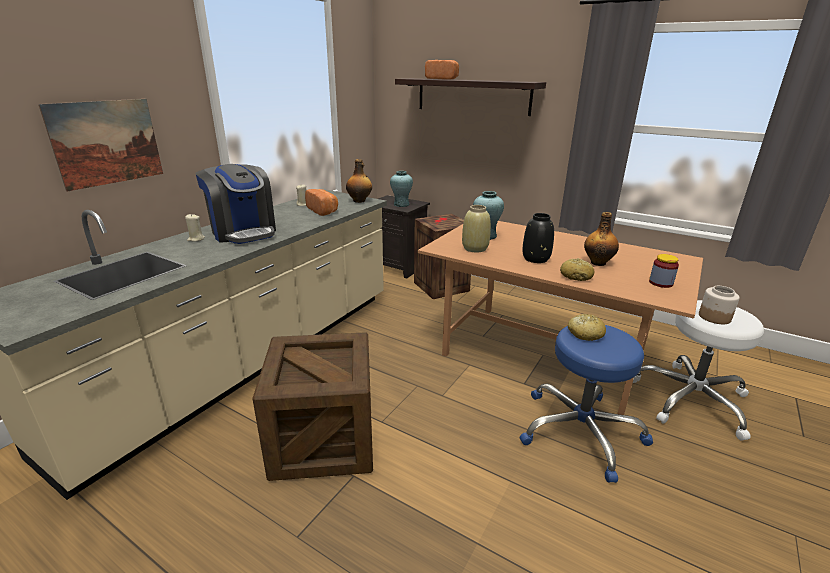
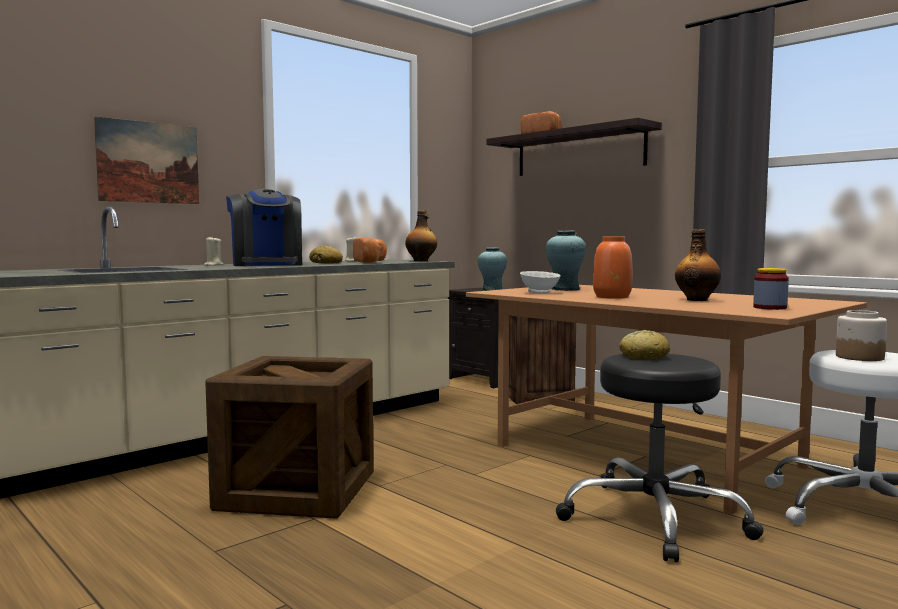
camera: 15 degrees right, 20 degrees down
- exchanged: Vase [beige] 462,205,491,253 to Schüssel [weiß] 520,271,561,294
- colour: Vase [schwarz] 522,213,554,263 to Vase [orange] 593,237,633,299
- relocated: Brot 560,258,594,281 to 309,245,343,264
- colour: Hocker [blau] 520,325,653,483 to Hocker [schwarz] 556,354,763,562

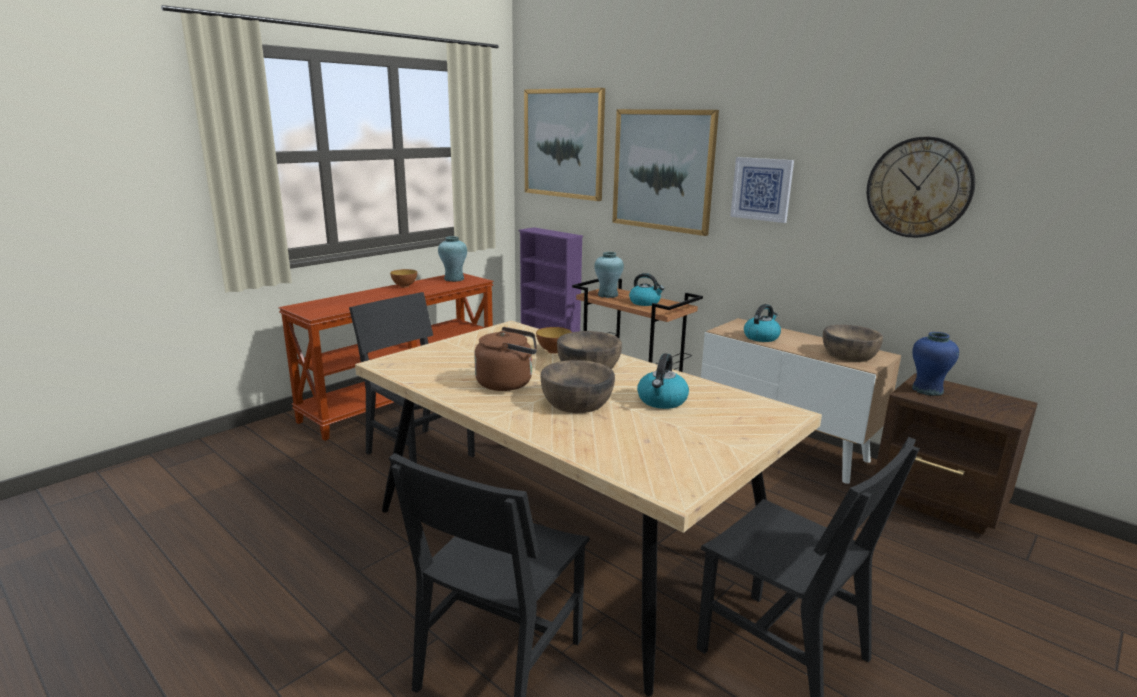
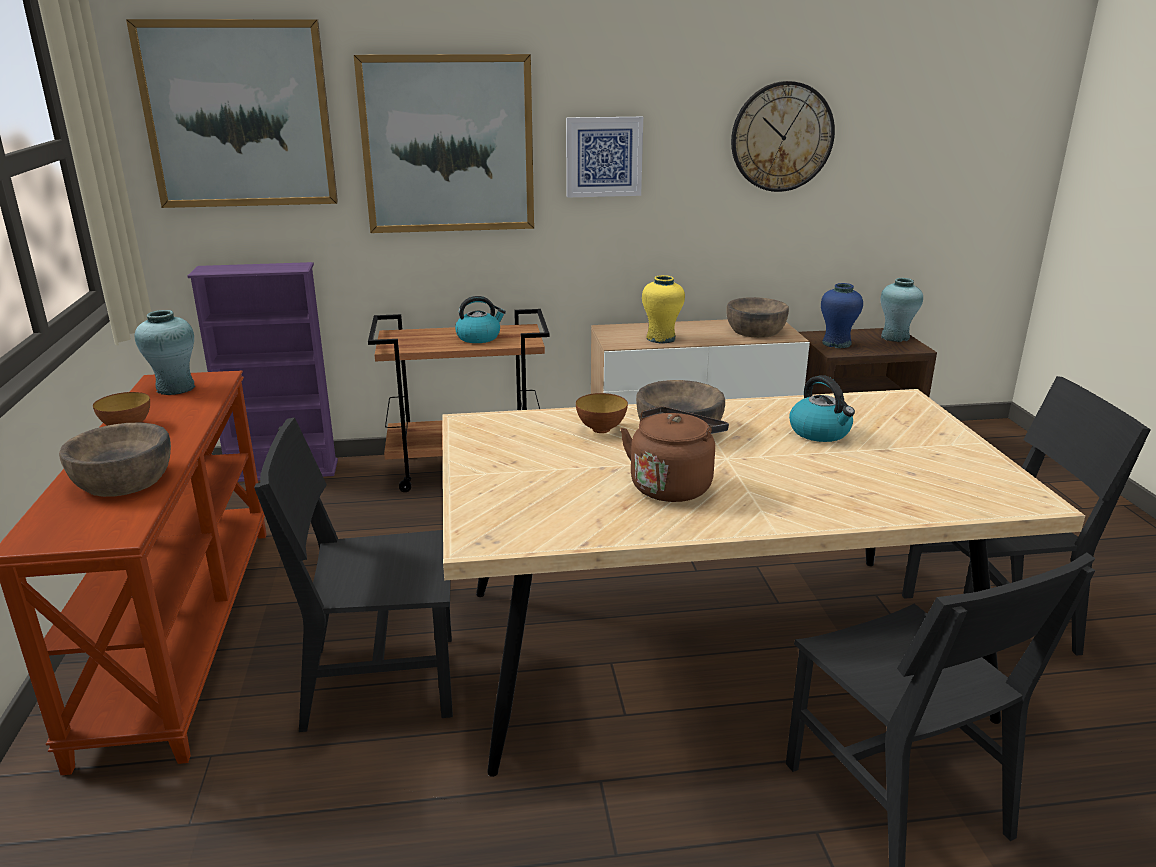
camera: 50 degrees left, 5 degrees up
- relocated: Vase [türkis] 594,252,624,298 to 881,278,923,342
- exchanged: Wasserkessel 744,304,781,342 to Vase [gelb] 642,275,685,343
- relocated: Schüssel [braun] 540,360,615,413 to 59,423,171,497

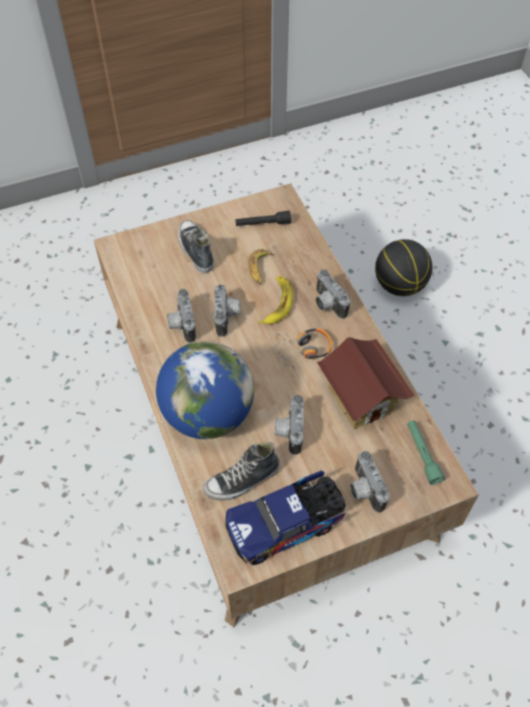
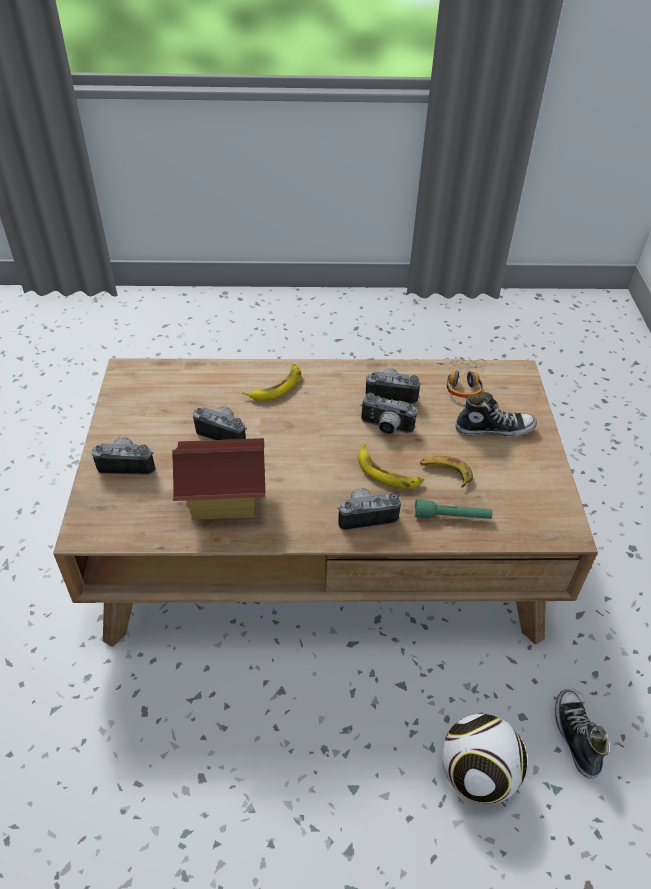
camera: 110 degrees right, 10 degrees down
- missing: Taschenlampe [schwarz] 235,210,291,226
- exchanged: Basketball 375,239,432,296 to Fußball 442,714,527,804
- relocated: Kopfhörer 270,328,332,370 to 437,357,487,398
- exchanged: Globus 156,341,254,439 to Banane 242,363,301,401
- relocated: Taschenlampe [grün] 407,421,445,485 to 415,499,492,519
- relocated: Schuh 203,442,280,500 to 555,689,609,779
- missing: Spielzeuglaster 225,471,346,565

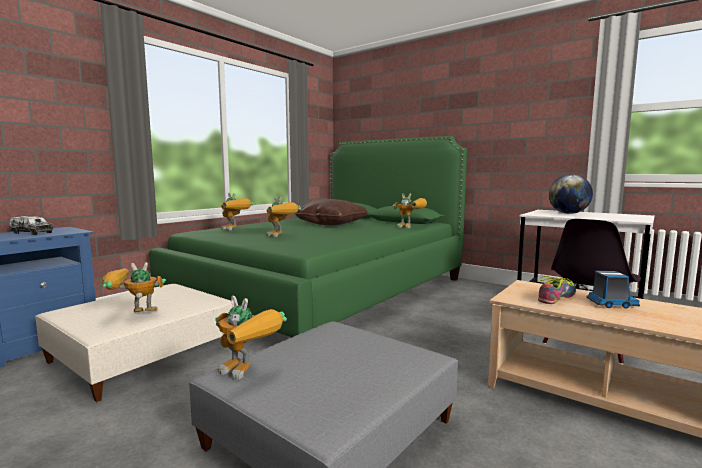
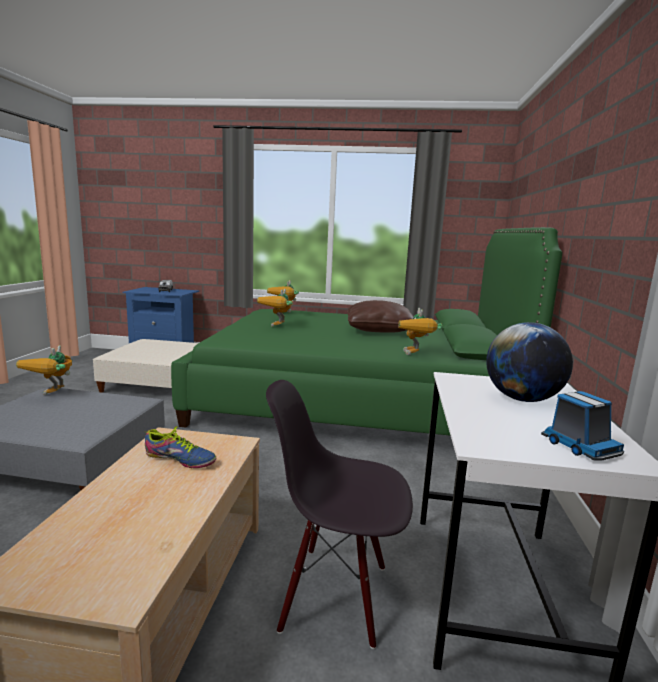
camera: 60 degrees right, 5 degrees up
- missing: Spielzeugroboter 102,262,166,312
- relocated: Spielzeuglaster 586,271,640,309 to 541,391,624,461

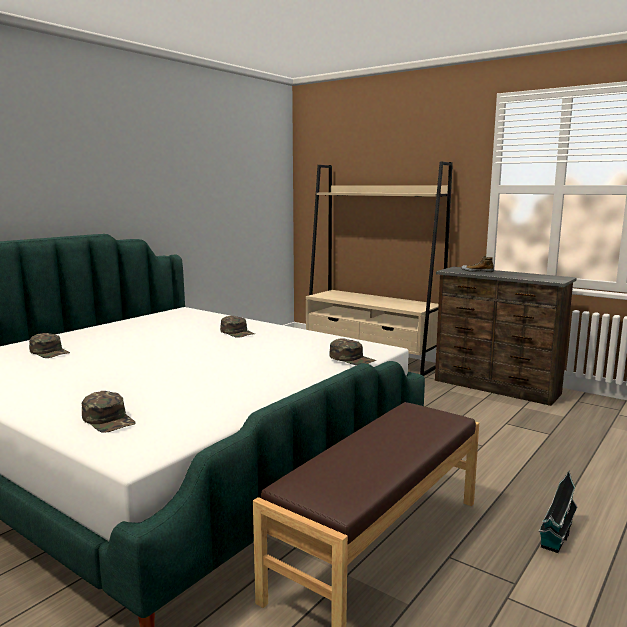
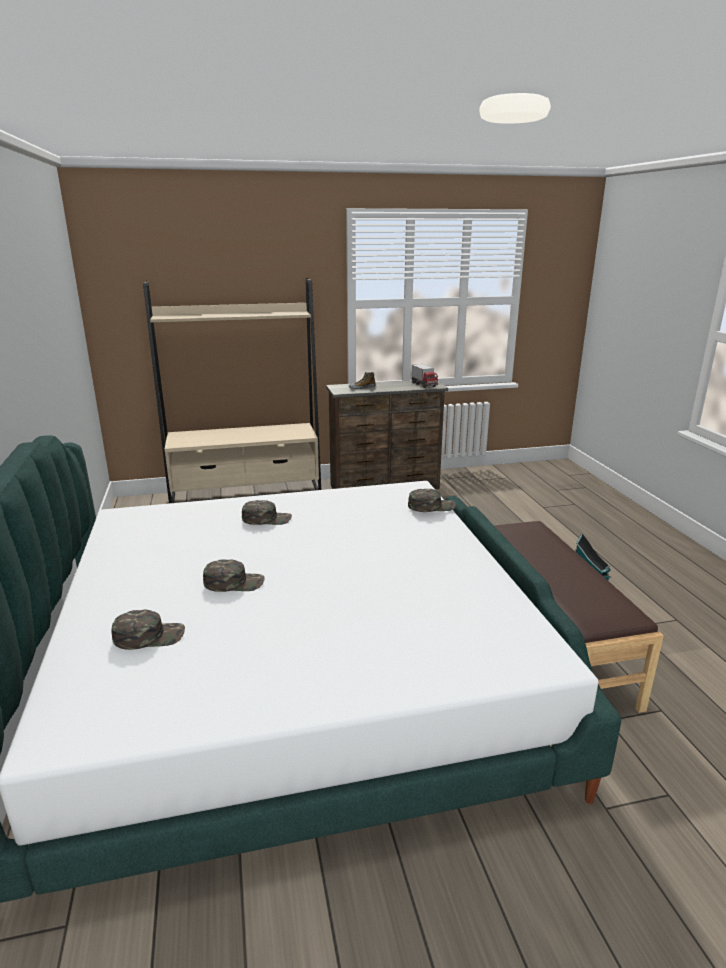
camera: 50 degrees left, 10 degrees up
- relocated: Kappe [grün] 82,391,136,433 to 203,559,265,592
- appeared: Spielzeuglaster 412,364,438,388

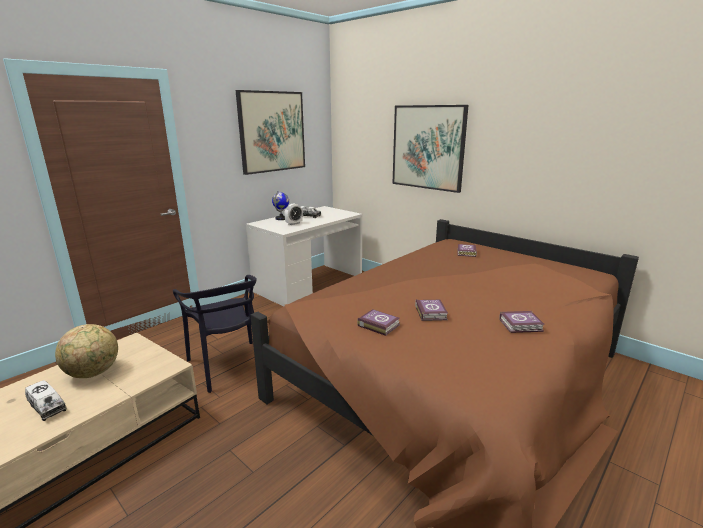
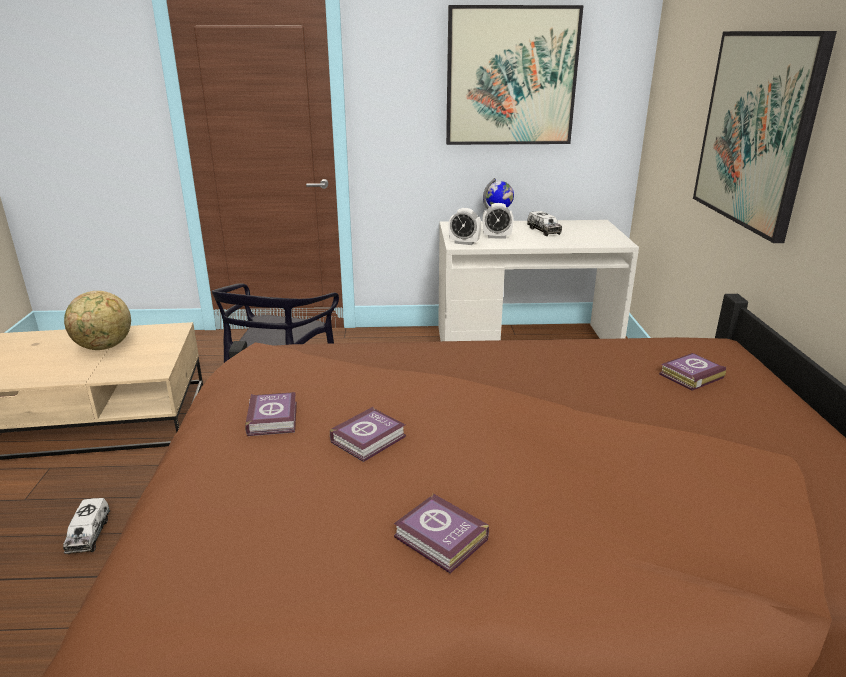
camera: 45 degrees right, 5 degrees up
- relocated: Spielzeuglaster 25,380,66,421 to 63,498,110,554
- appeared: Wecker 448,208,481,245

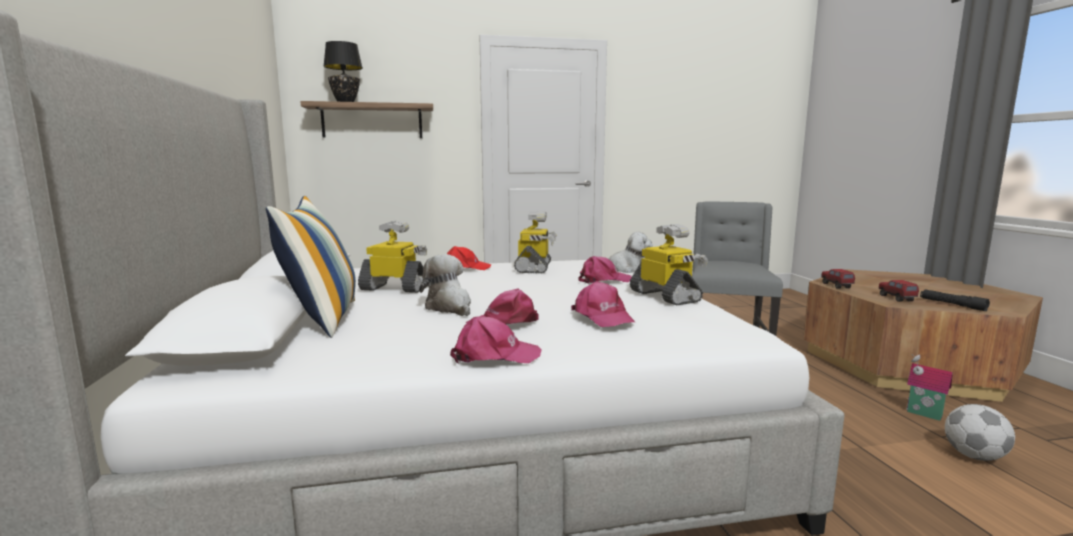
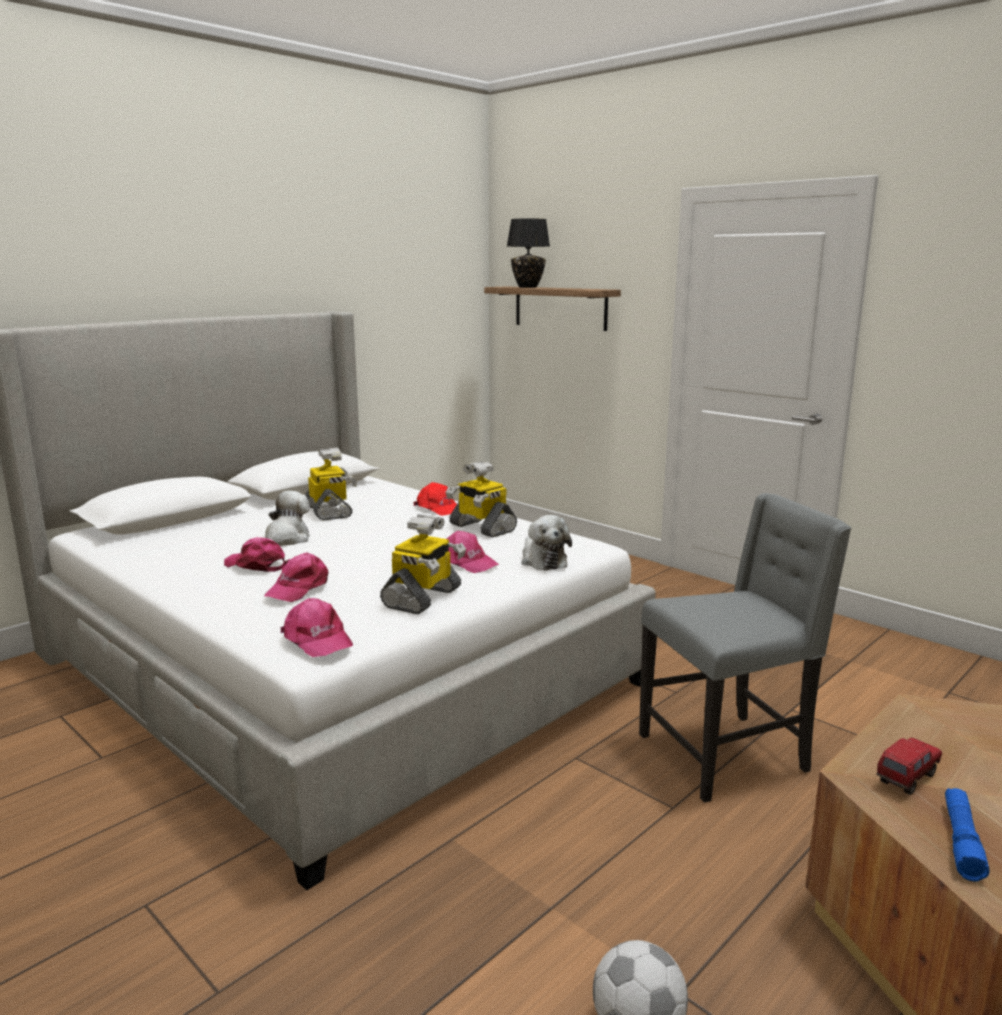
camera: 55 degrees right, 5 degrees up
- missing: Kissen 266,196,356,338
- spun: Spielzeugroboter 514,211,557,273 = 446,461,517,538 75 degrees clockwise
- missing: Spielzeuglaster 822,269,855,288
- colour: Taschenlampe [schwarz] 920,289,990,311 to Taschenlampe [blau] 945,788,990,881
- relocated: Kappe [rosa] 450,317,542,364 to 280,598,353,657
- missing: Spielzeughaus 906,354,953,421

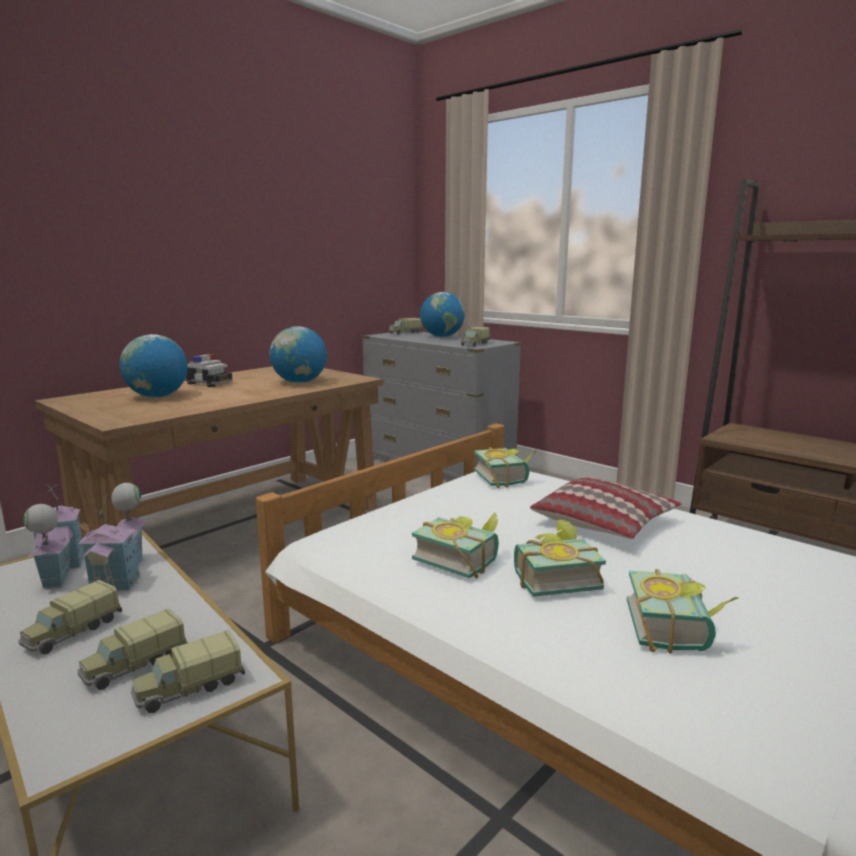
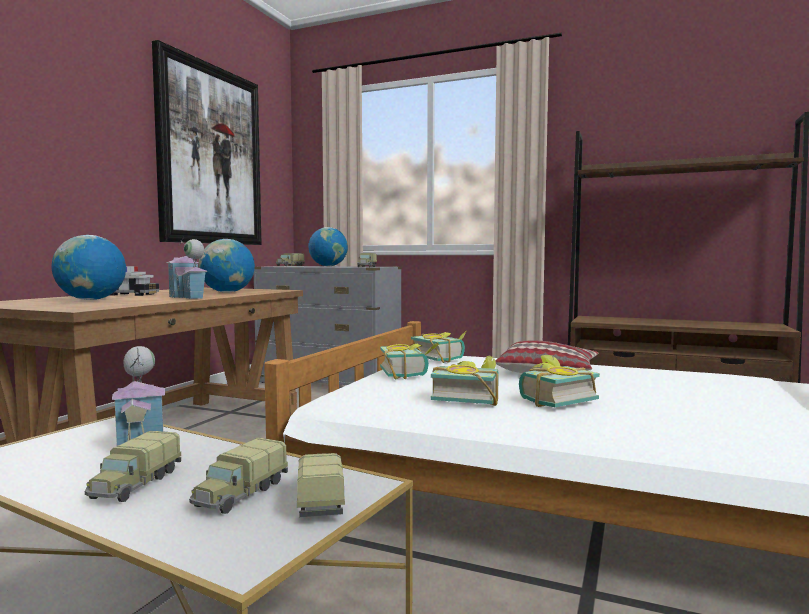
camera: 20 degrees left, 10 degrees down
- relocated: Spielzeughaus 23,484,85,589 to 166,237,207,299
- relocated: Buch 627,569,738,654 to 380,343,439,379
- spun: Spielzeuglaster 131,630,245,713 = 297,453,345,517 135 degrees clockwise
- appeared: Bild 152,40,262,245

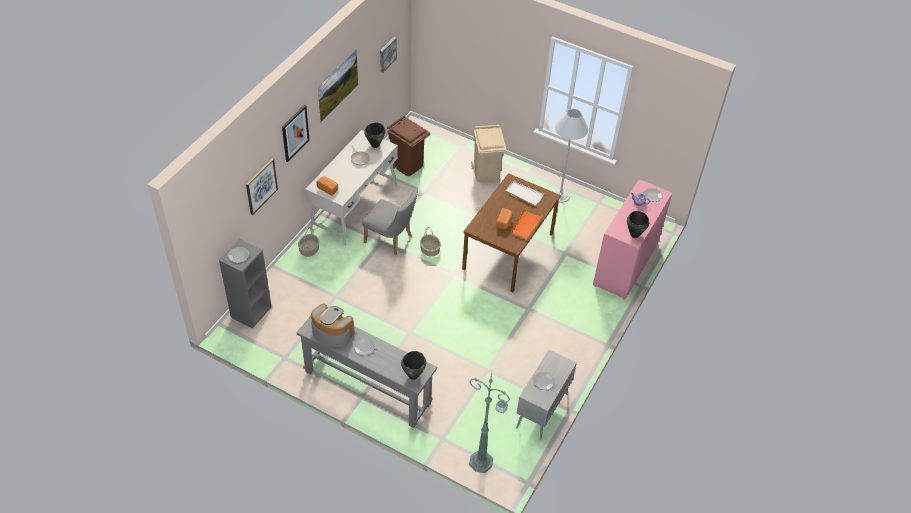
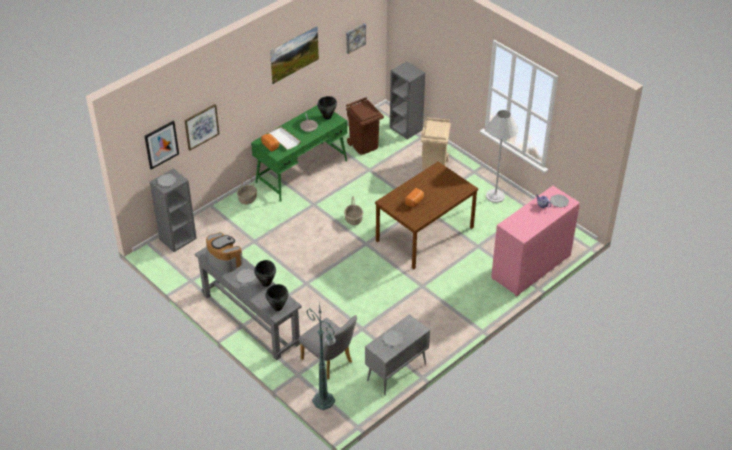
camera: 20 degrees right, 5 degrees down
- relocated: Bild 282,105,310,162 to 144,121,179,170
- colour: Schreibtisch [weiß] 305,130,398,246 to Schreibtisch [grün] 251,105,348,202
- relocated: Tablett [weiß] 505,181,544,206 to 269,127,301,149
- relocated: Stuhl [grau] 362,189,418,255 to 299,315,357,379
- missing: Tablett [orange] 511,209,542,240
- relocated: Kochtopf [schwarz] 627,211,649,238 to 254,260,276,287
- appeared: Bücherregal [grau] 390,61,425,139

